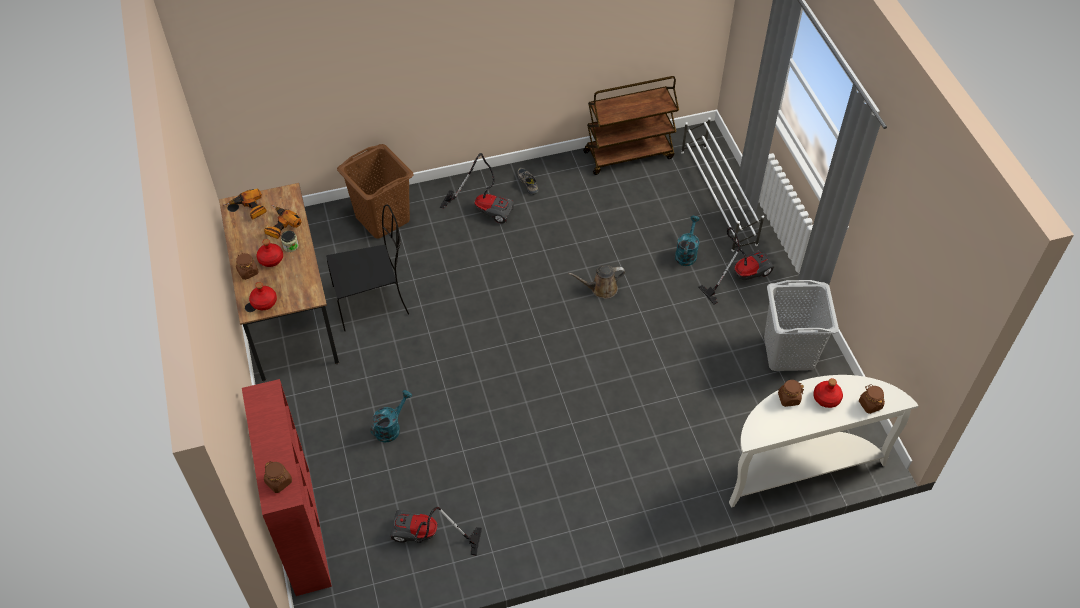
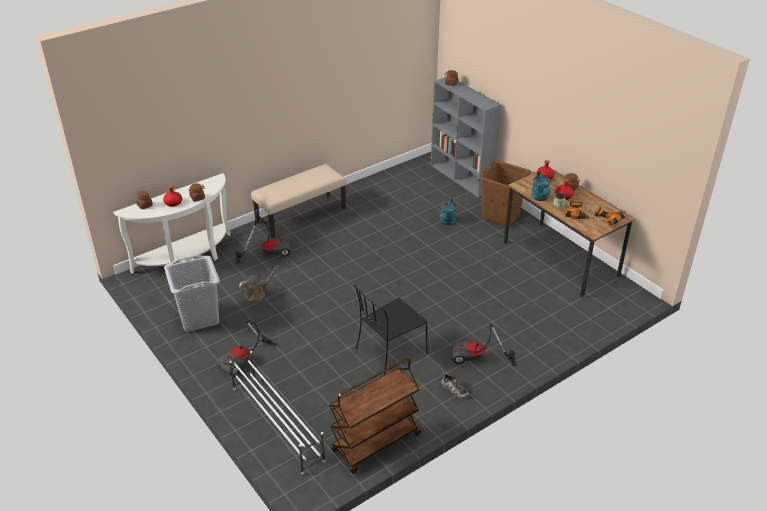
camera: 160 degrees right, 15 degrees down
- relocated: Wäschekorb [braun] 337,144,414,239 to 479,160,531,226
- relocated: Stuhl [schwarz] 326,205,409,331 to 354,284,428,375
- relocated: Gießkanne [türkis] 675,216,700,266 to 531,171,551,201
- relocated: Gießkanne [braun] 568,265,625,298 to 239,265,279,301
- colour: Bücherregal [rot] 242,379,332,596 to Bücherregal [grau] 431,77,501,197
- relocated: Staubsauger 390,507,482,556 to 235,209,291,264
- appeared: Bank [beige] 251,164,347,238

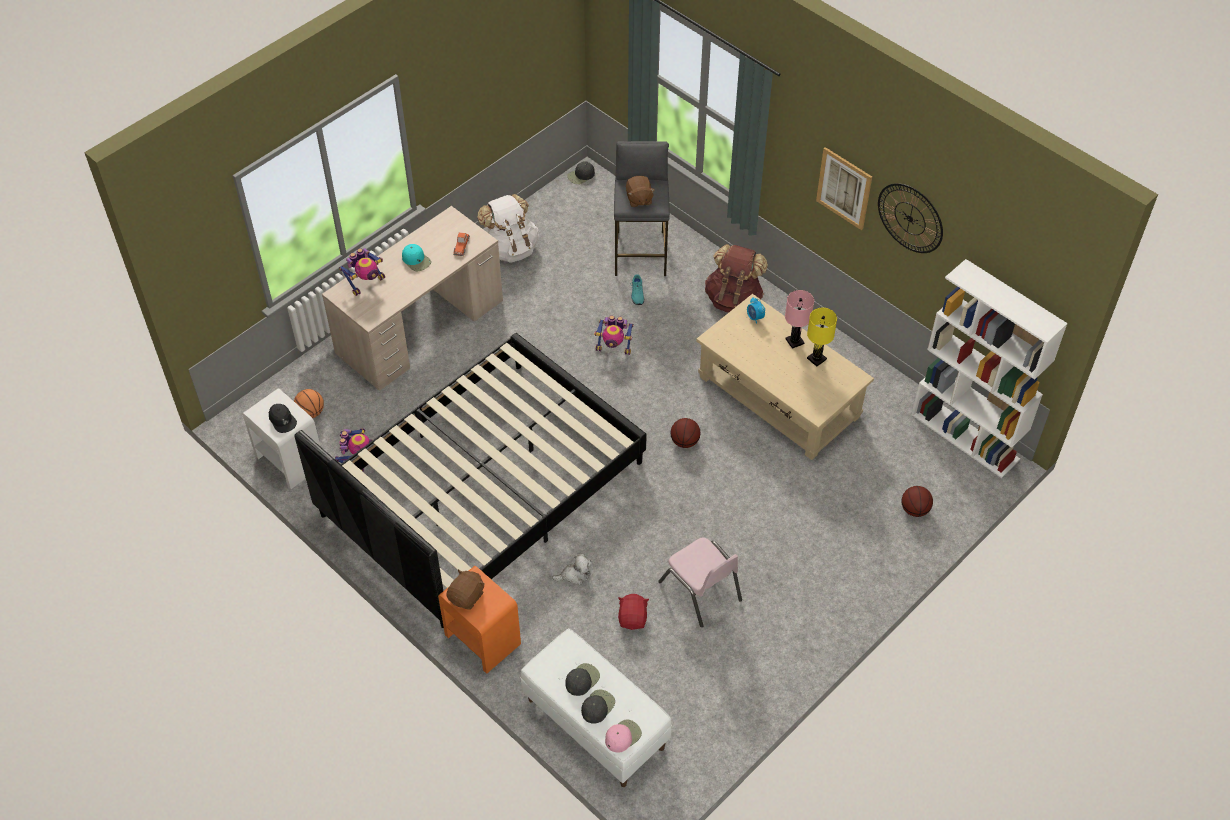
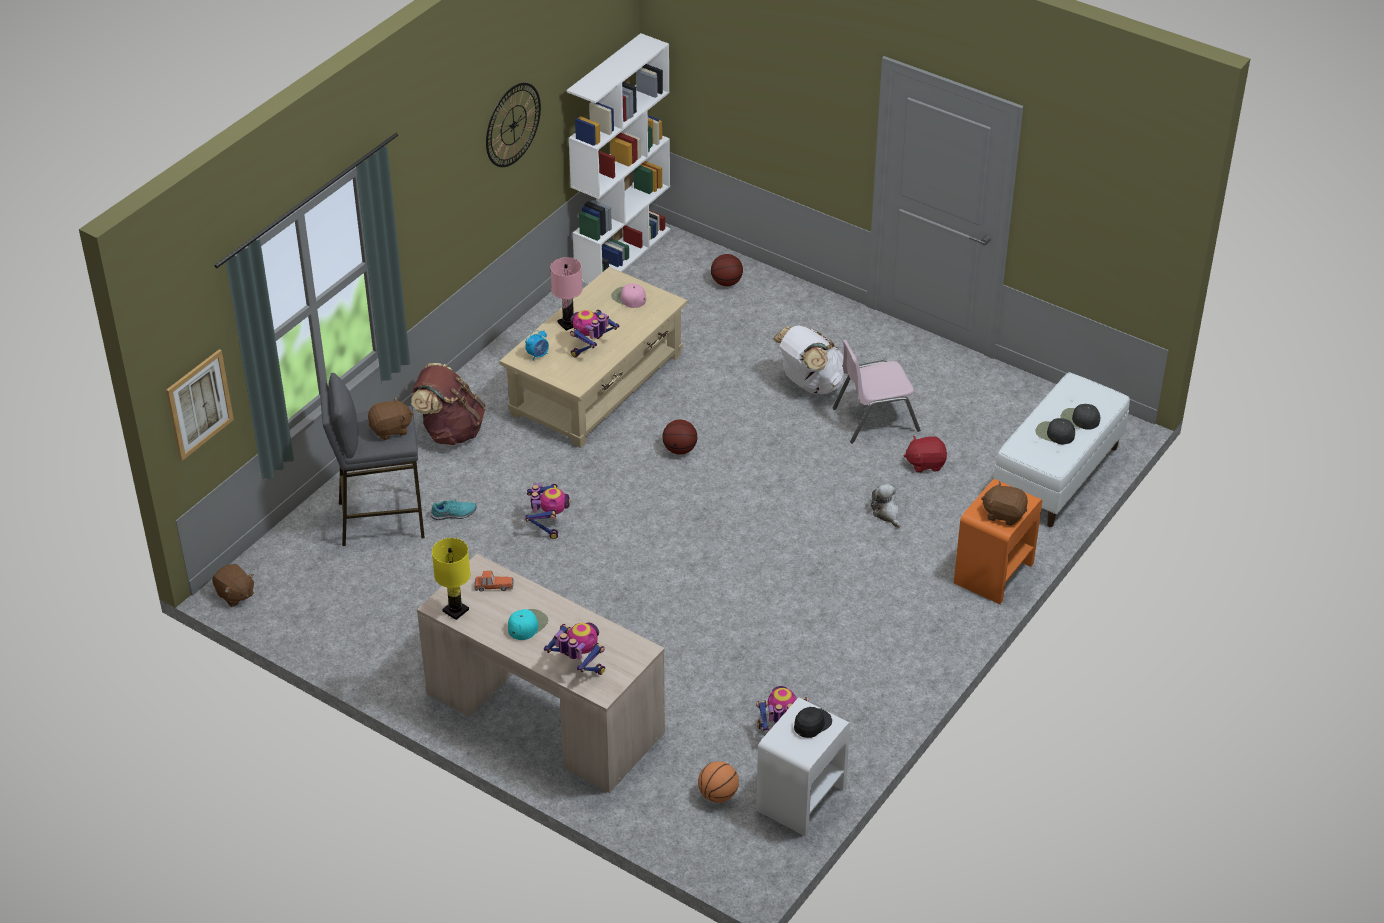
camera: 100 degrees left, 10 degrees down
- relocated: Bild 816,147,872,230 to 166,349,234,461
- exchanged: Kappe [schwarz] 567,161,595,184 to Plüschtier [braun] 212,564,254,607
- relocated: Rucksack [weiß] 477,194,539,263 to 773,325,844,394
- relocated: Tischlampe [gelb] 807,308,837,366 to 432,538,471,620
- missing: Bett [schwarz] 294,333,647,628
- spun: Stuhl [rosa] 658,537,742,627 = 833,339,920,443 150 degrees counterclockwise
- relocated: Kappe [rosa] 605,719,642,752 to 611,283,646,308
- appeared: Spielzeugroboter 570,309,619,358

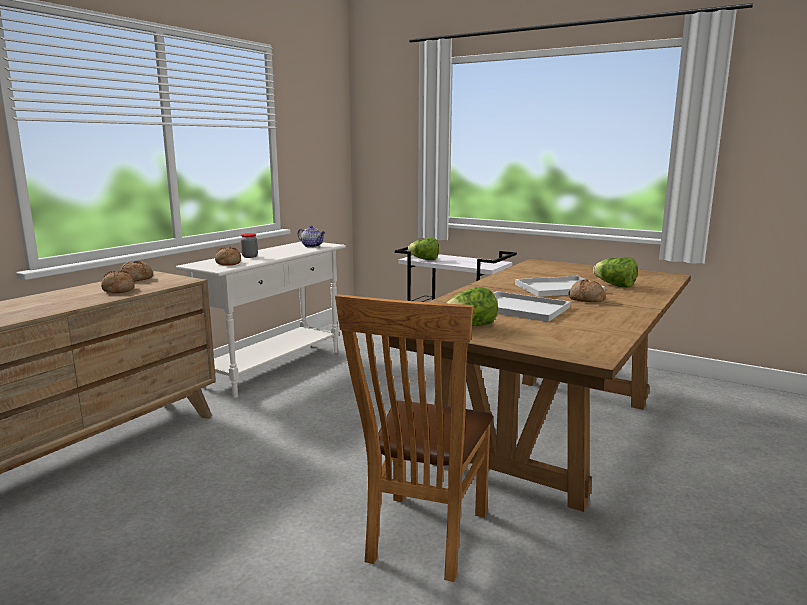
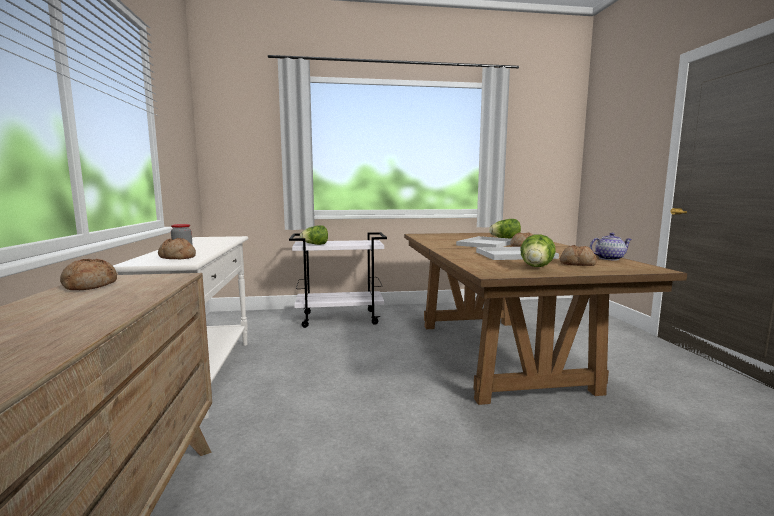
camera: 40 degrees left, 5 degrees down
- relocated: Teekanne 298,226,325,247 to 590,233,632,260
- relocated: Brot 101,270,135,293 to 560,245,597,266
- missing: Stuhl [braun] 335,294,493,582

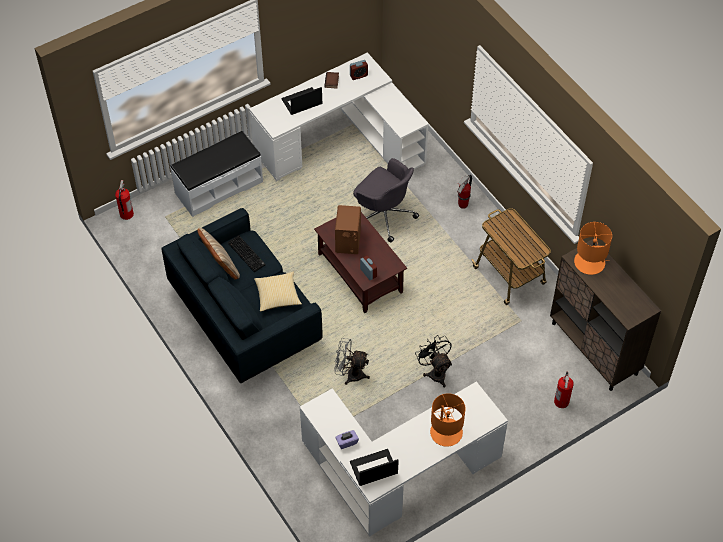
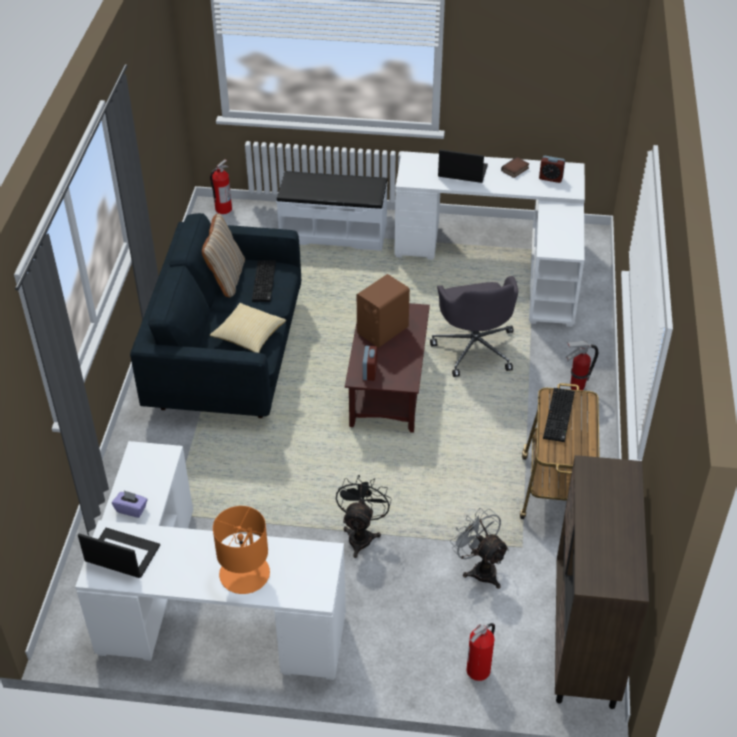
camera: 40 degrees right, 10 degrees down
- missing: Tischlampe [orange] 574,222,612,275
- relocated: Ventilator [grau] 334,338,370,385 to 450,508,509,589
- appeared: Tastatur 543,388,575,442

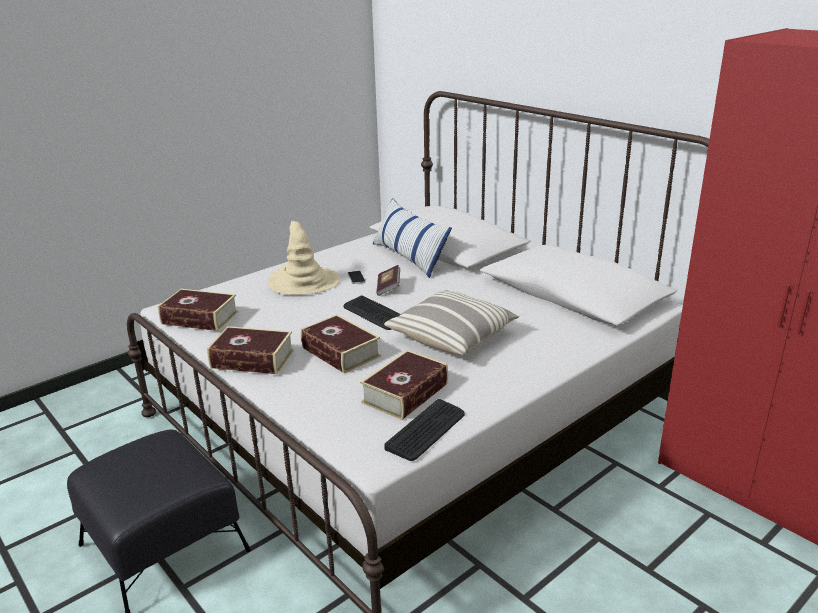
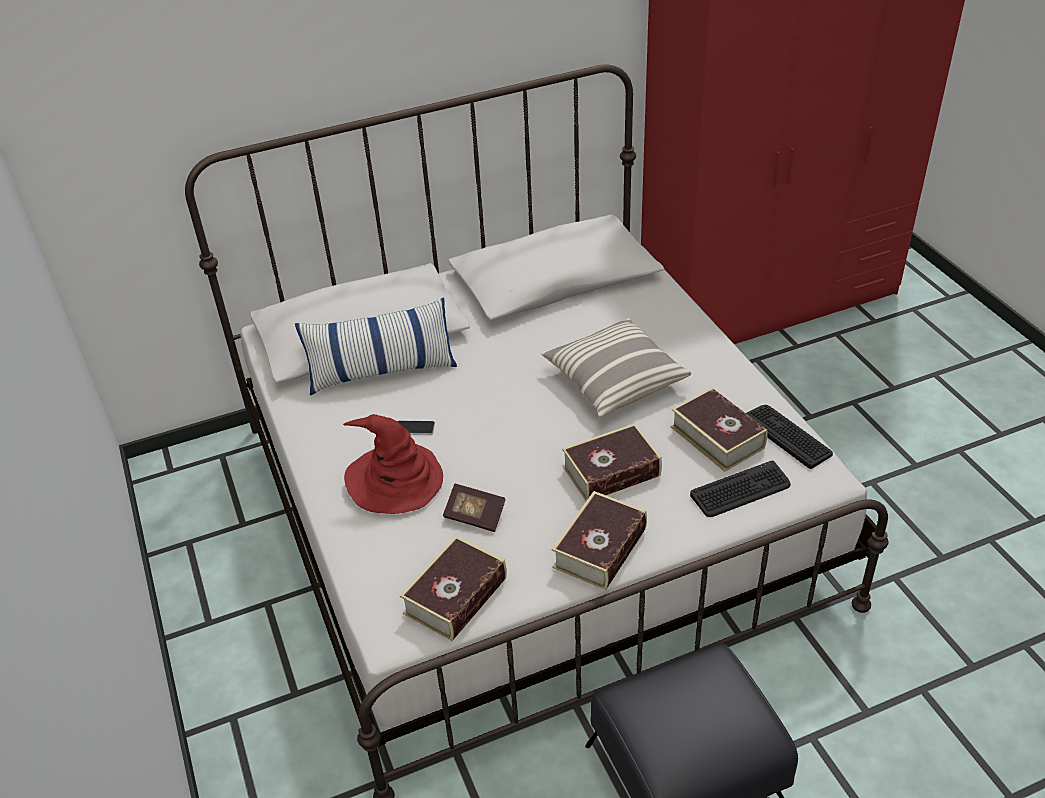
camera: 70 degrees left, 15 degrees up
- colour: Hut [beige] 268,221,340,295 to Hut [rot] 343,414,443,514
- relocated: Buch 376,265,400,296 to 443,484,505,532
- relocated: Tastatur 343,295,400,330 to 690,461,791,517

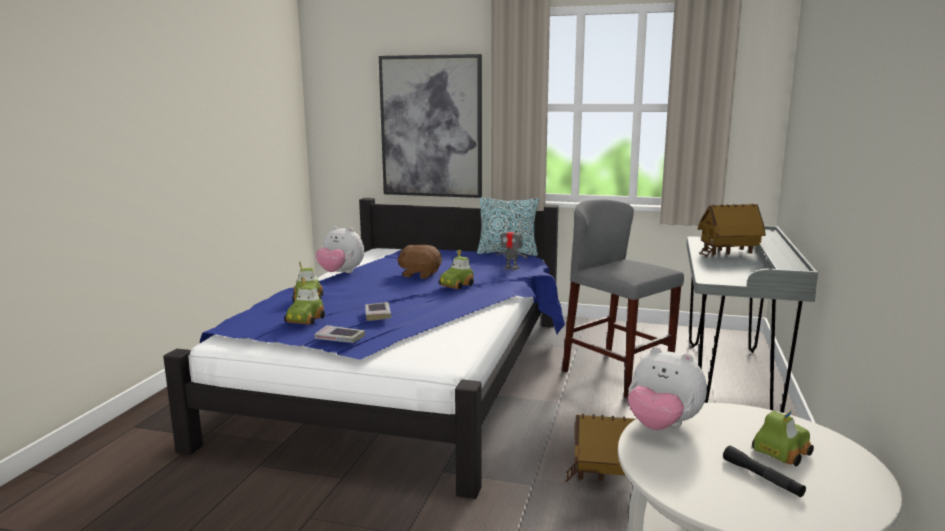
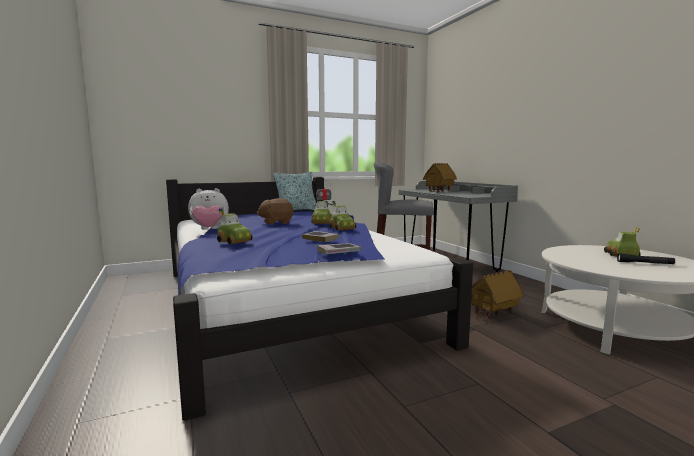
camera: 40 degrees left, 5 degrees down
- missing: Bild 379,54,482,198
- relocated: Spielzeugauto 284,278,325,325 to 329,201,356,230
- missing: Plüschtier 628,347,707,430

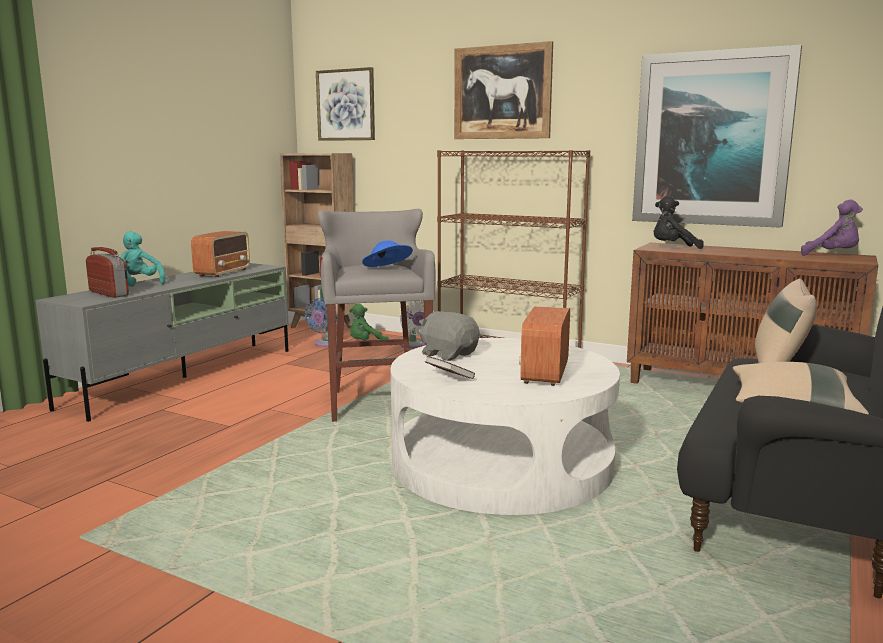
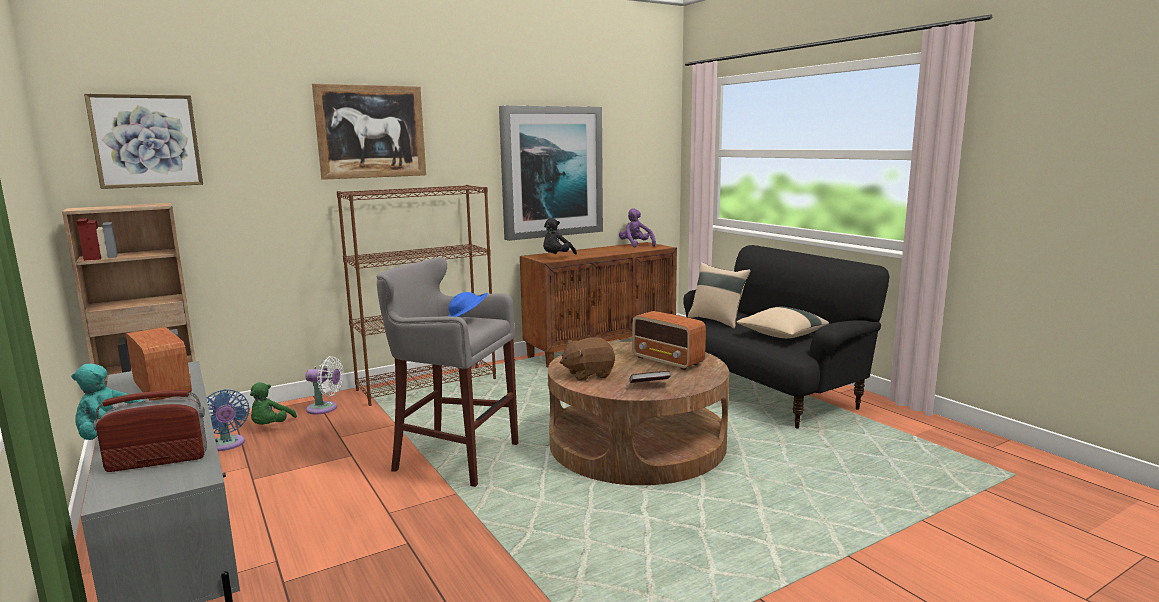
camera: 60 degrees left, 0 degrees up
- spun: Plüschtier [lila] 801,200,863,256 = 619,208,656,247 90 degrees counterclockwise
- colour: Plüschtier [grau] 419,311,480,361 to Plüschtier [braun] 560,337,615,381
- colour: Couchtisch [weiß] 391,338,620,515 to Couchtisch [braun] 548,342,729,485

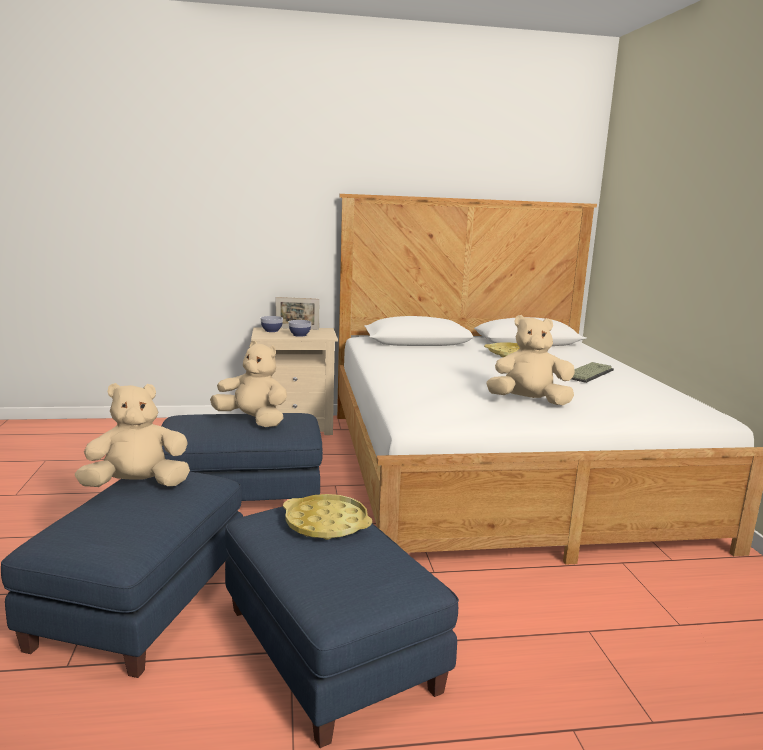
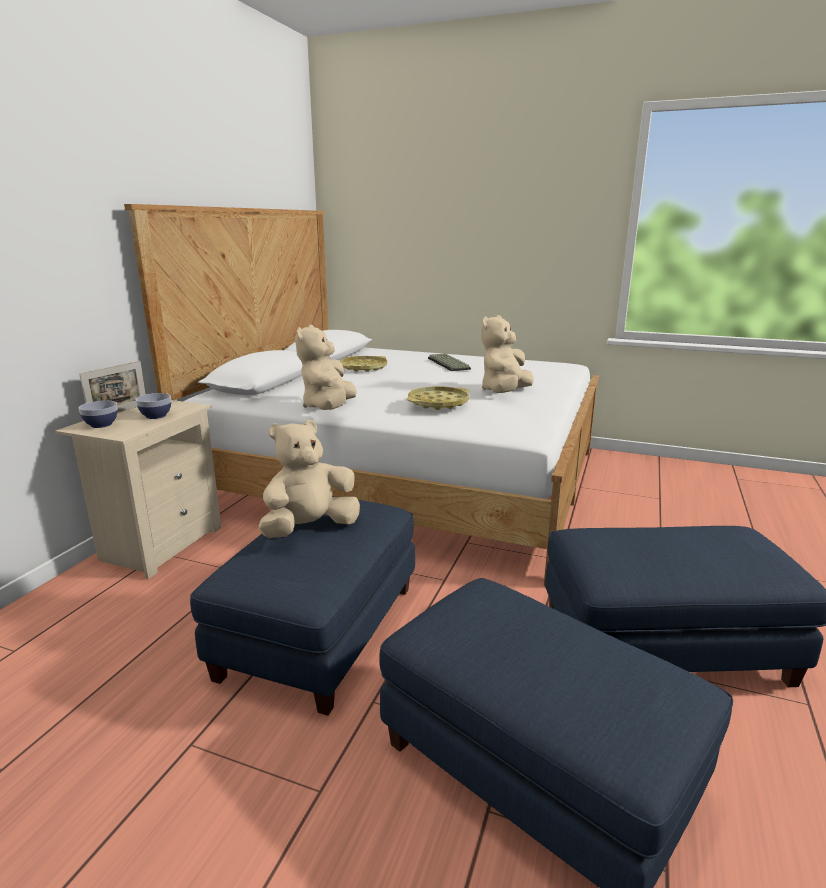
camera: 60 degrees left, 5 degrees up
- relocated: Plüschtier [beige] 75,383,190,487 to 295,325,357,410
- relocated: Tablett [gelb] 283,494,372,540 to 407,386,469,410

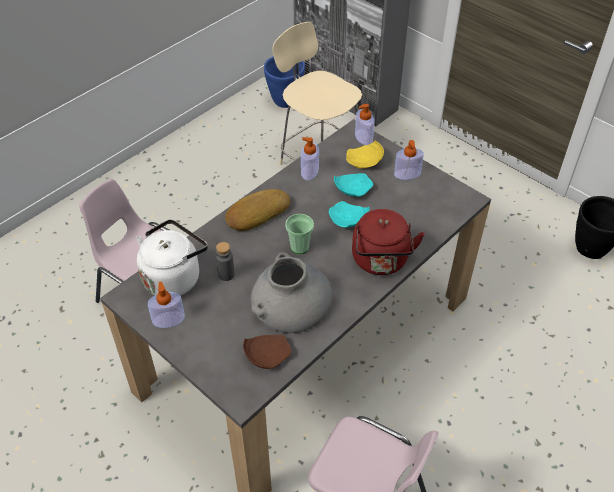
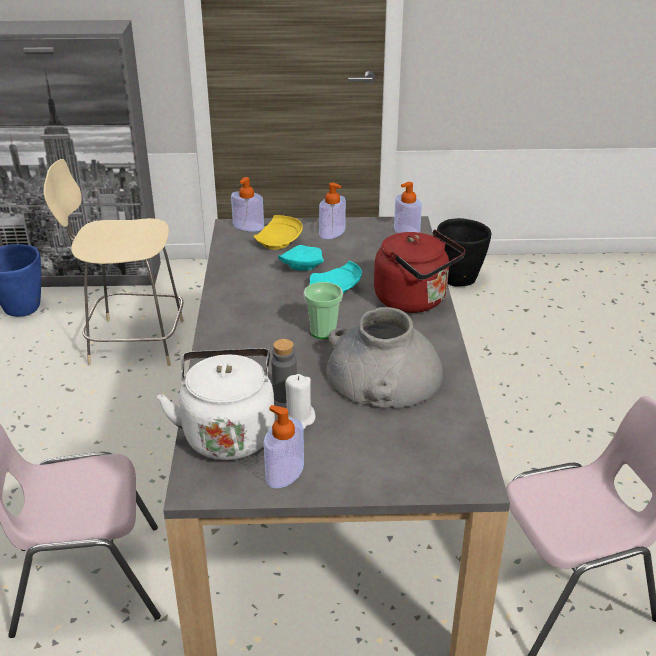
camera: 45 degrees left, 15 degrees down
- relocated: Seifenspender 301,137,319,180 to 394,182,422,233
- missing: Brot 225,189,290,231
- missing: Teller [braun] 243,335,291,369
- appeared: Kerze [weiß] 285,374,316,430

